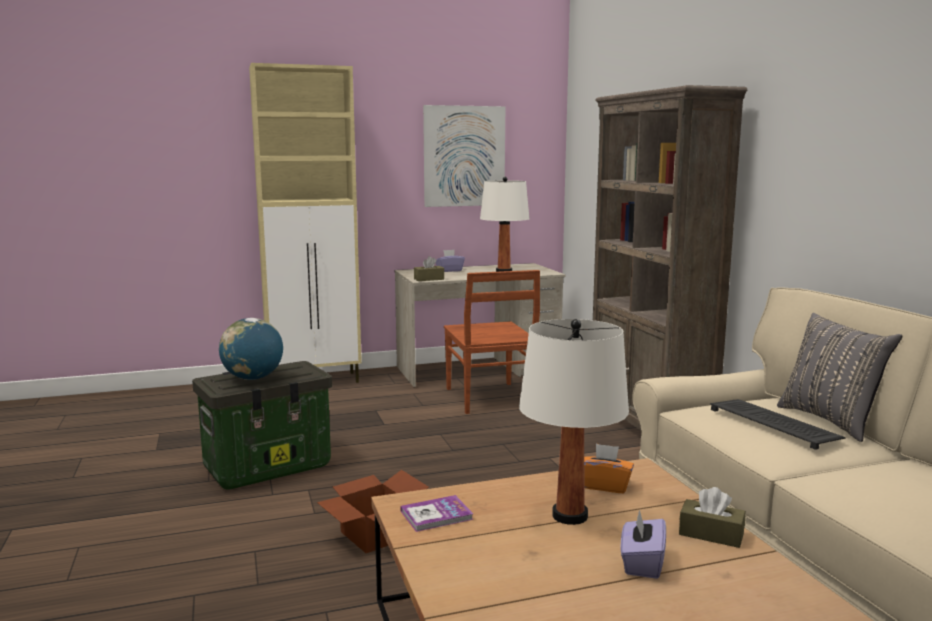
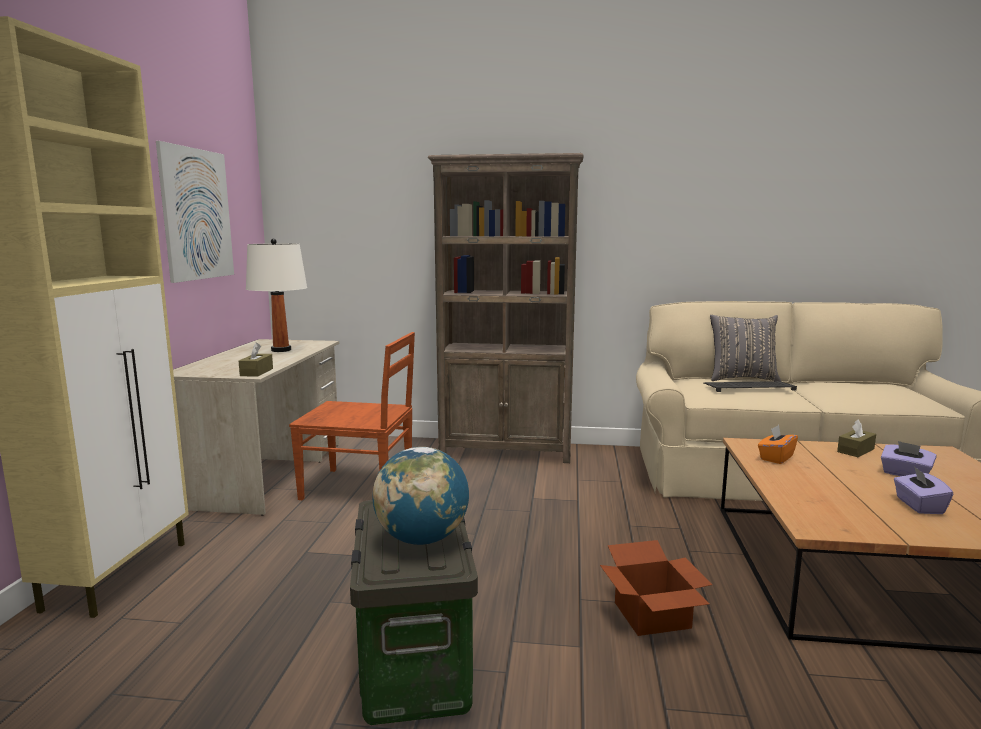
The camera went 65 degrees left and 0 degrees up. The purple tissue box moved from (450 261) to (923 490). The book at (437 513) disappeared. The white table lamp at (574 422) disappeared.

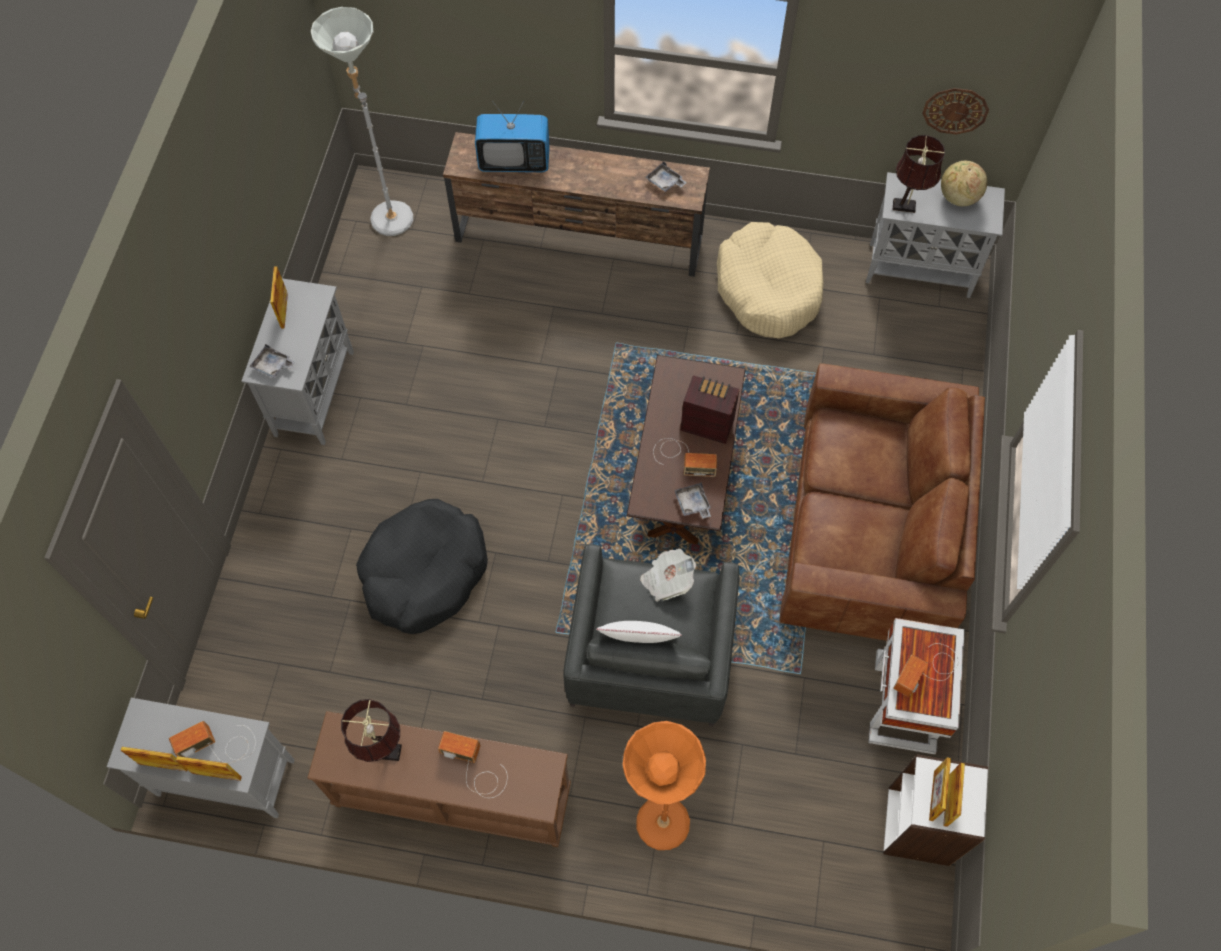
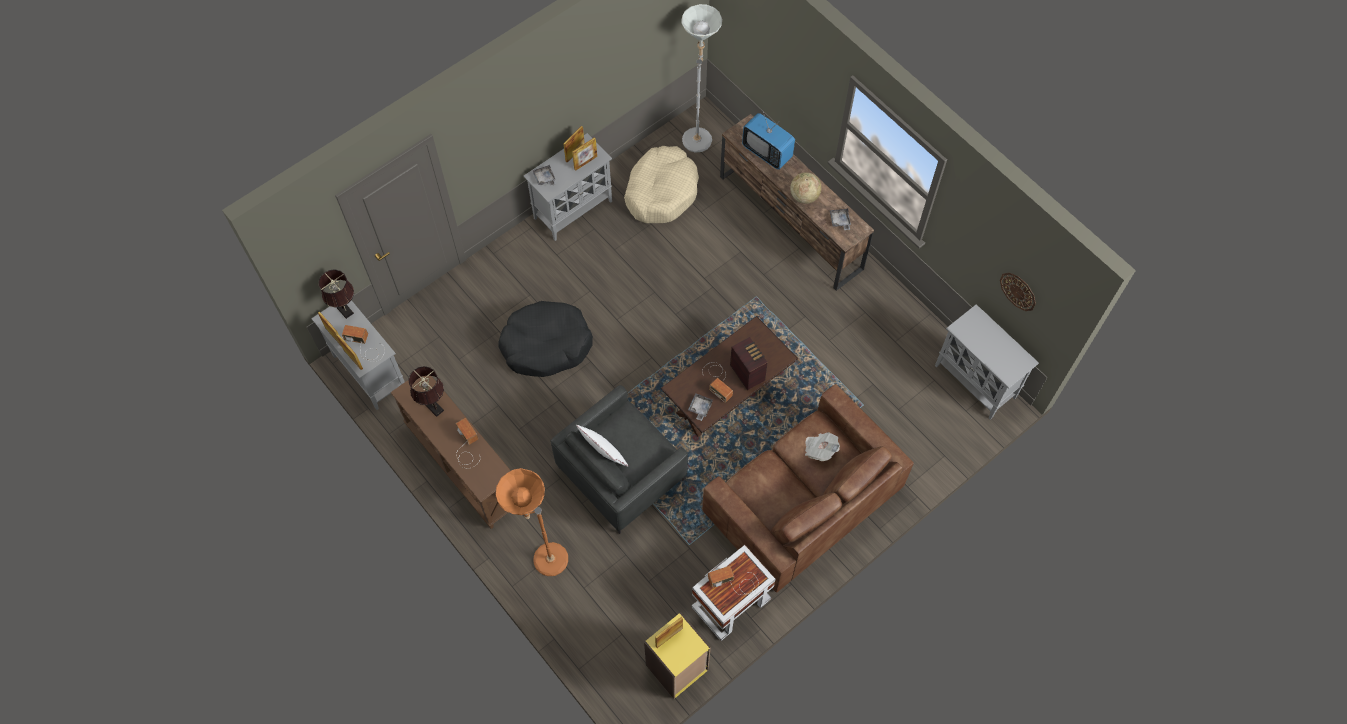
The camera went 40 degrees right and 0 degrees up. The brown table lamp moved from (919 174) to (336 294). The picture frame moved from (954 795) to (584 154). The beige dog bed moved from (770 280) to (661 184). The white bookcase at (935 810) became the yellow bookcase at (677 655). The globe moved from (964 183) to (805 188). The newspaper moved from (668 575) to (822 446).

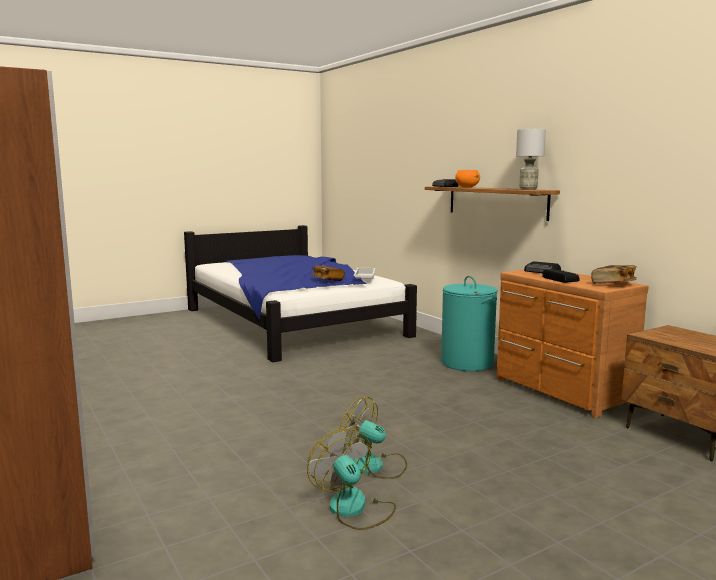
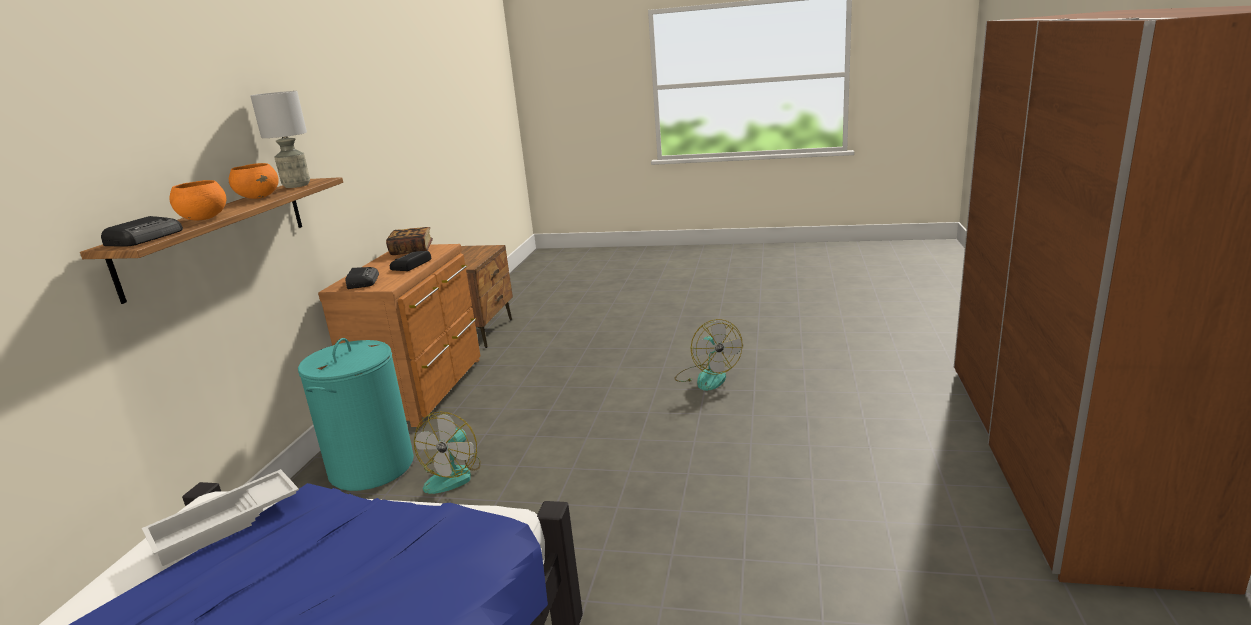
The camera went 135 degrees left and 10 degrees up. The orange bowl at (254 181) appeared. The fan moved from (351 479) to (447 453). The book at (328 273) disappeared.

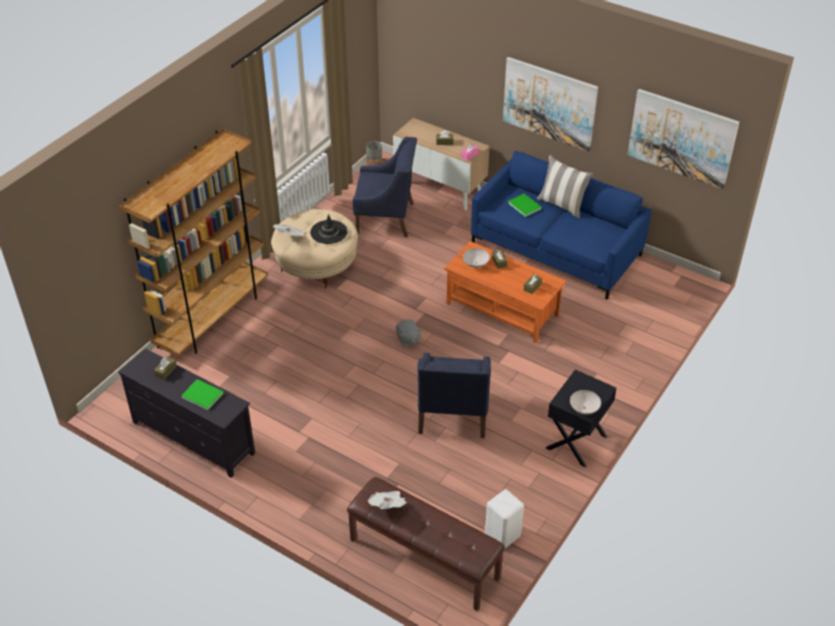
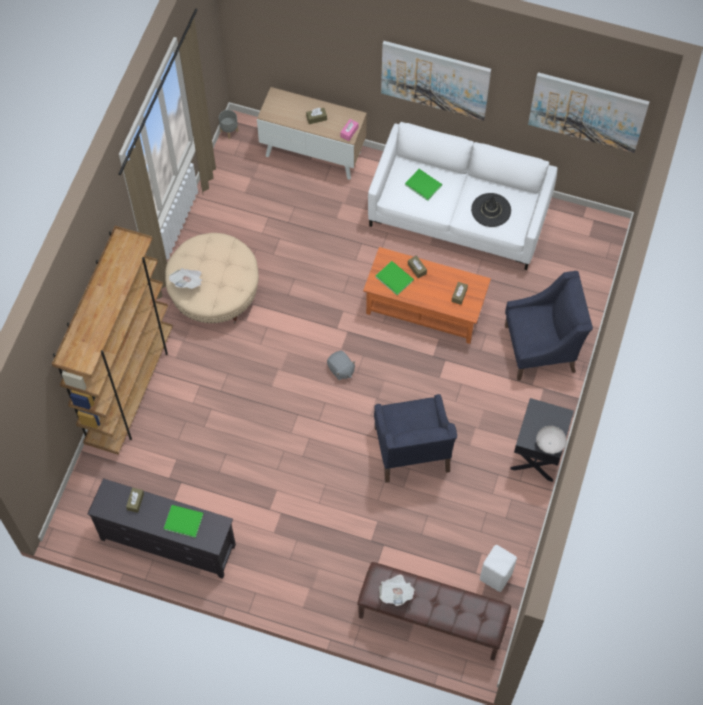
The camera went 15 degrees left and 20 degrees up. The blue sofa at (561 225) became the white sofa at (462 196). The white bowl at (476 258) was replaced by the green book at (395 278). The black hat moved from (329 229) to (491 210). The blue armchair moved from (384 187) to (549 326). The pillow at (565 187) disappeared.

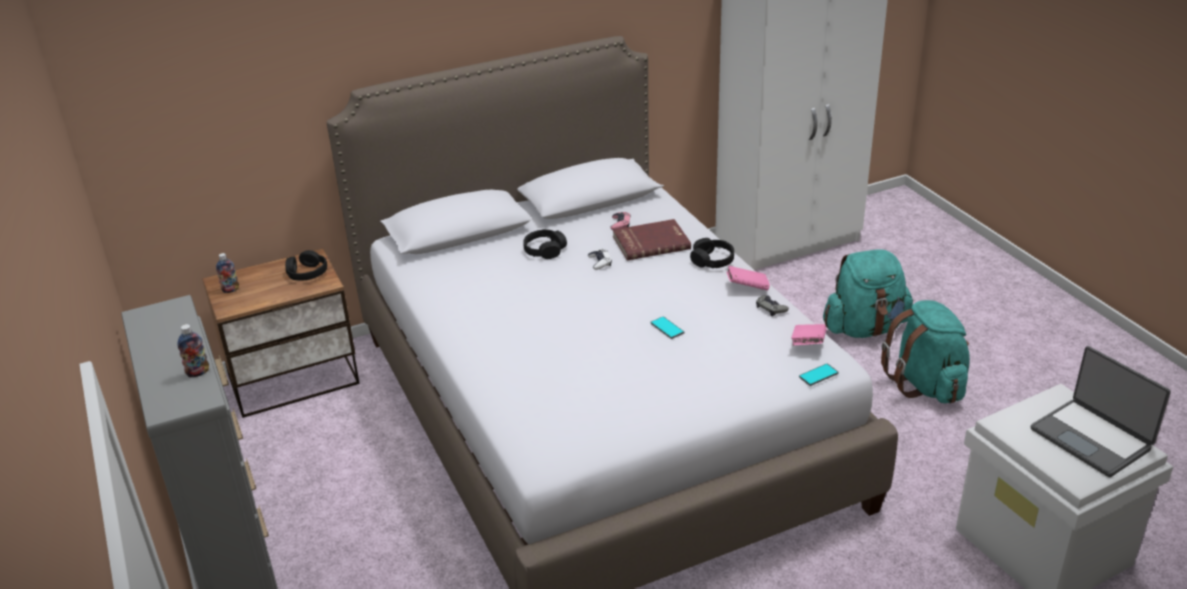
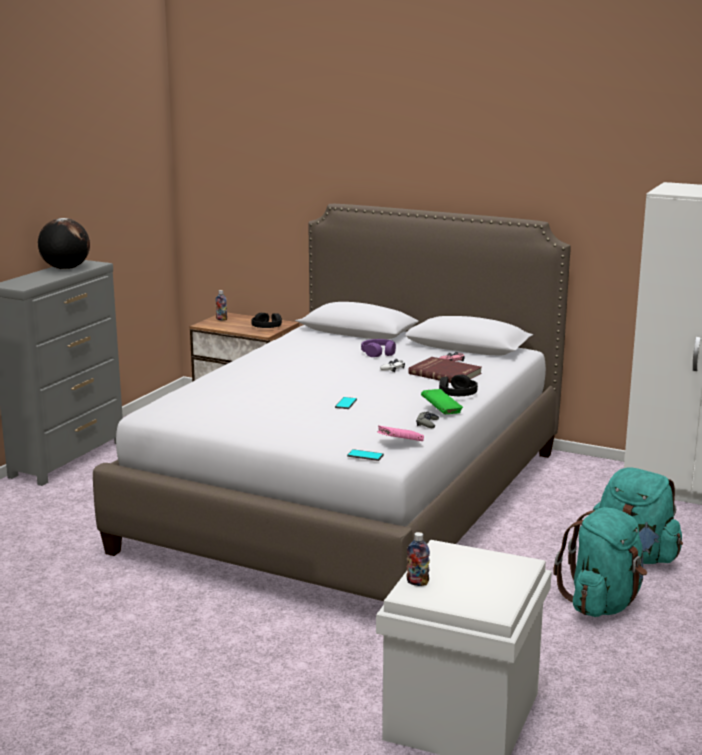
The camera went 50 degrees right and 15 degrees down. The globe at (64 244) appeared. The black headphones at (545 244) became the purple headphones at (378 348). The bottle moved from (193 351) to (418 559). The pink book at (748 278) became the green book at (442 401). The laptop at (1101 411) disappeared.

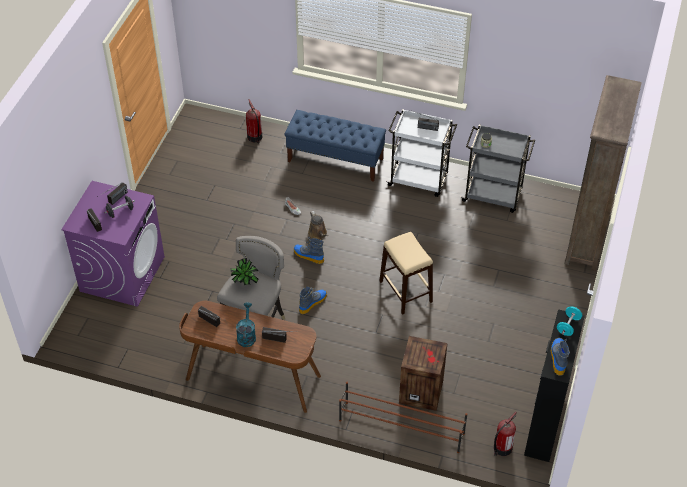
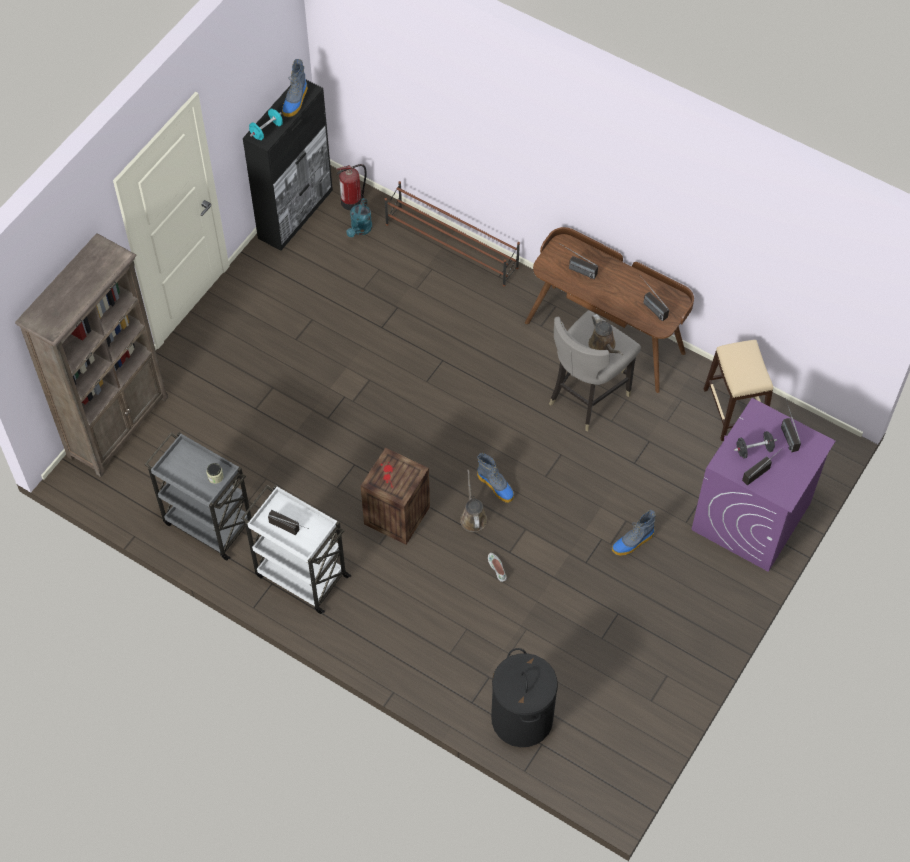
The camera went 165 degrees left and 10 degrees up. The turquoise watering can moved from (246 325) to (359 217). The crate moved from (423 373) to (395 496). The fire extinguisher at (254 121) was replaced by the black laundry basket at (524 697). The potted plant at (244 272) was replaced by the brown watering can at (606 334). The boot moved from (313 300) to (634 533). The beige stool moved from (406 273) to (739 390). The blue bench at (335 146) disappeared.

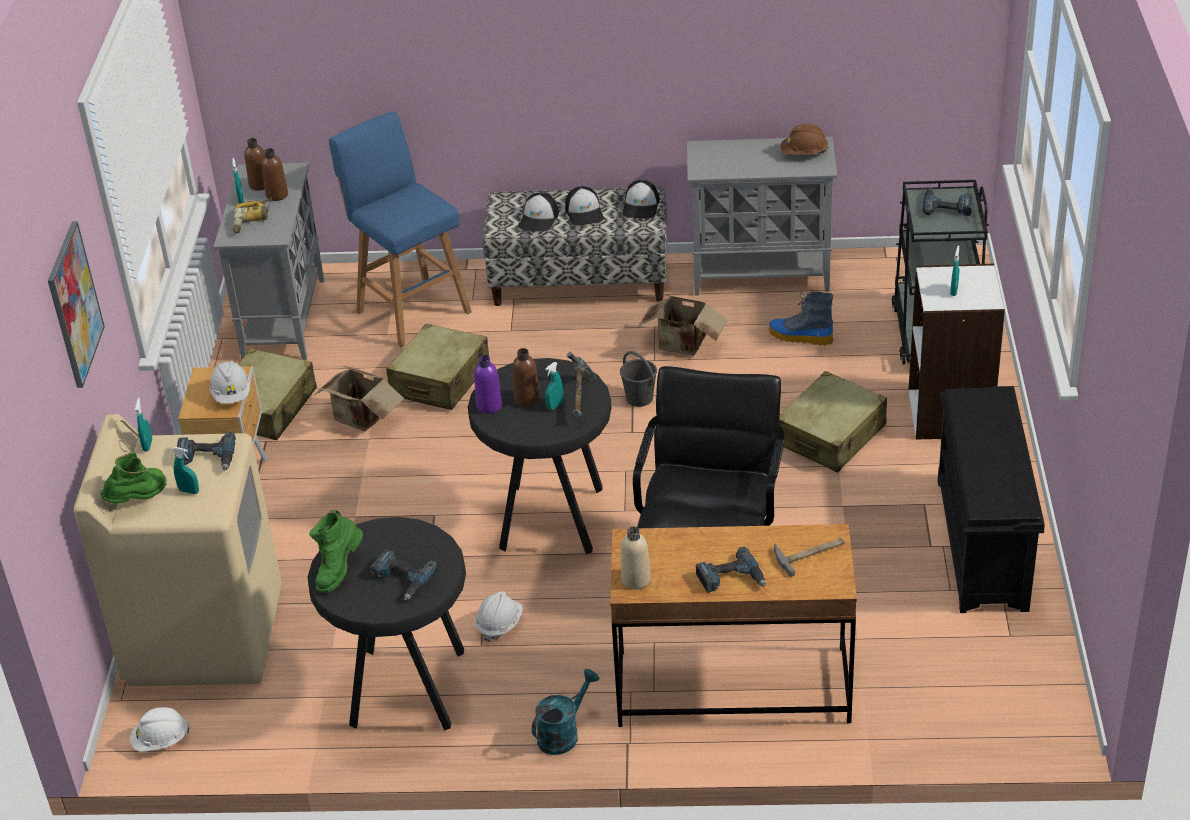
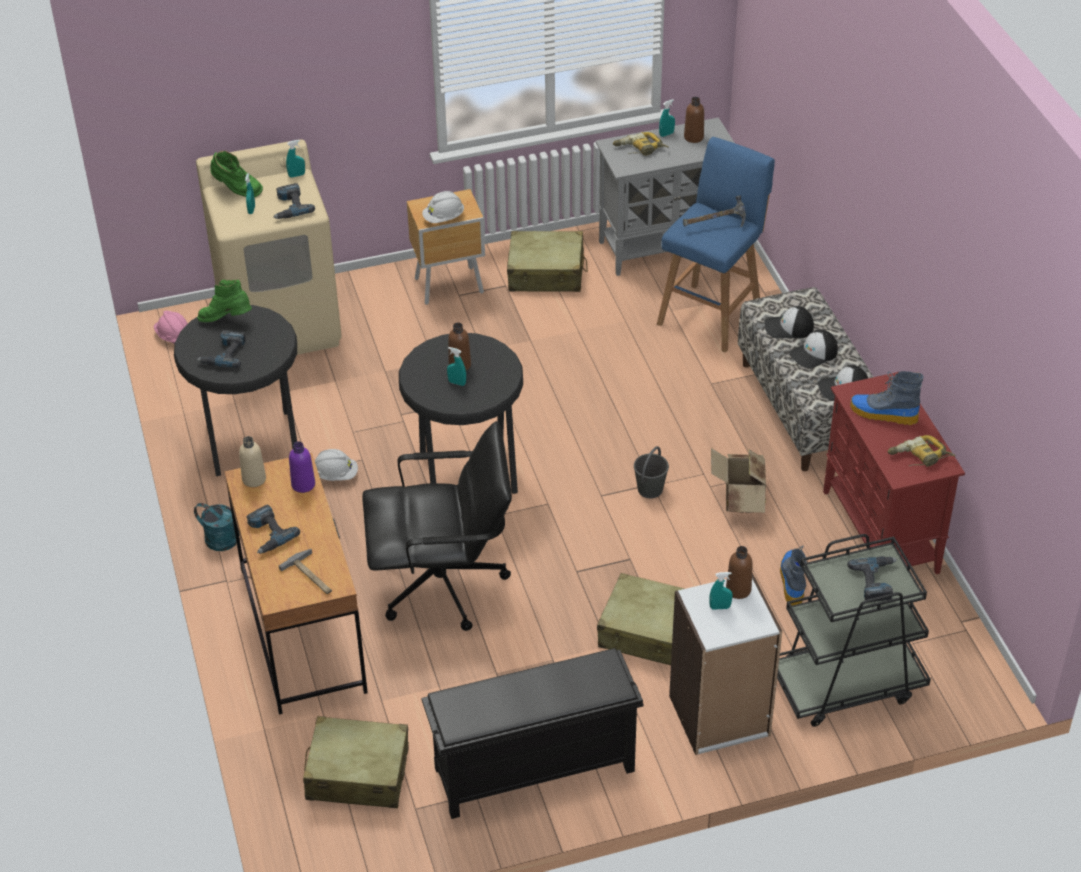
The camera went 70 degrees right and 5 degrees up. The white hard hat at (160 729) became the pink hard hat at (171 327). The purple bottle moved from (488 384) to (302 467). The beige suitcase moved from (437 367) to (356 762). The hammer moved from (582 385) to (714 211). The brown bottle moved from (275 174) to (739 572). The grey cabinet at (762 216) became the red cabinet at (894 473). The boot at (886 398) appeared. The brown hard hat at (804 139) was replaced by the power drill at (921 451). The picture at (76 304) disappeared. The cardboard box at (359 398) disappeared.

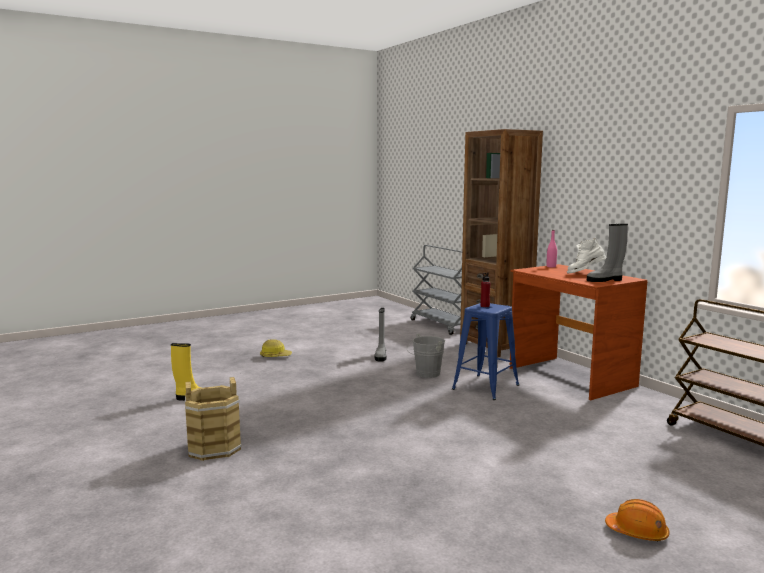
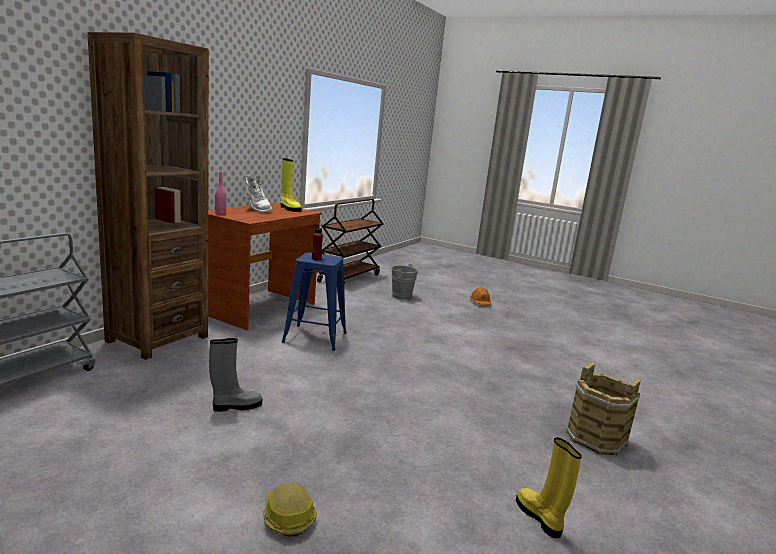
The camera went 120 degrees left and 5 degrees up. The grey boot at (607 253) became the yellow boot at (291 185). The grey bucket moved from (426 355) to (406 282).

